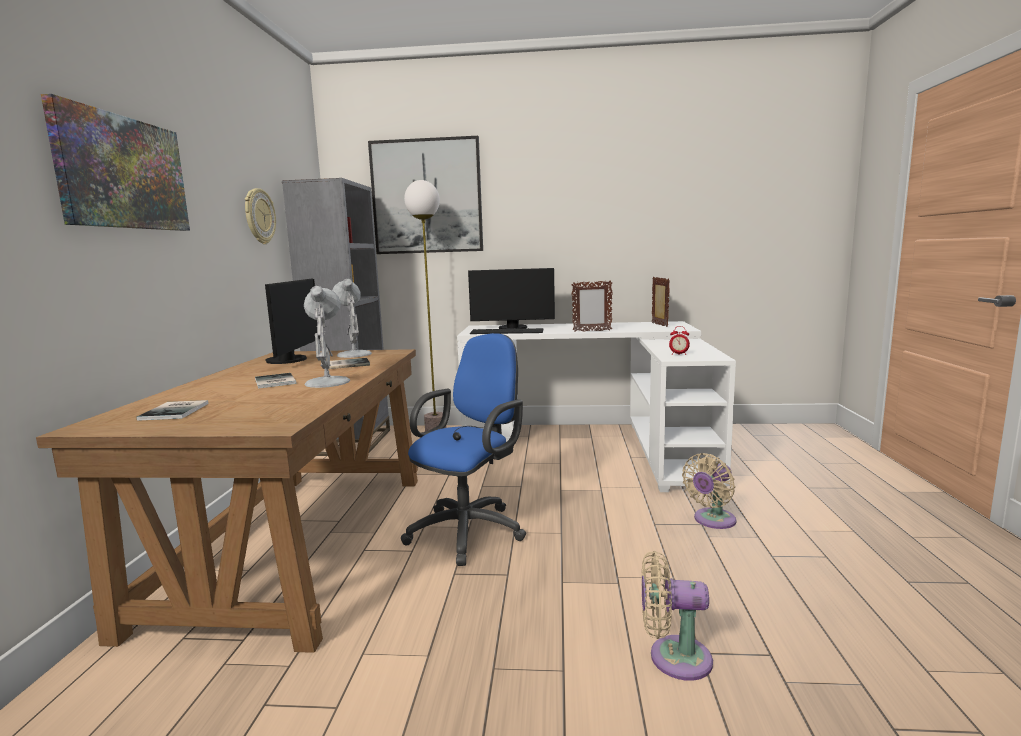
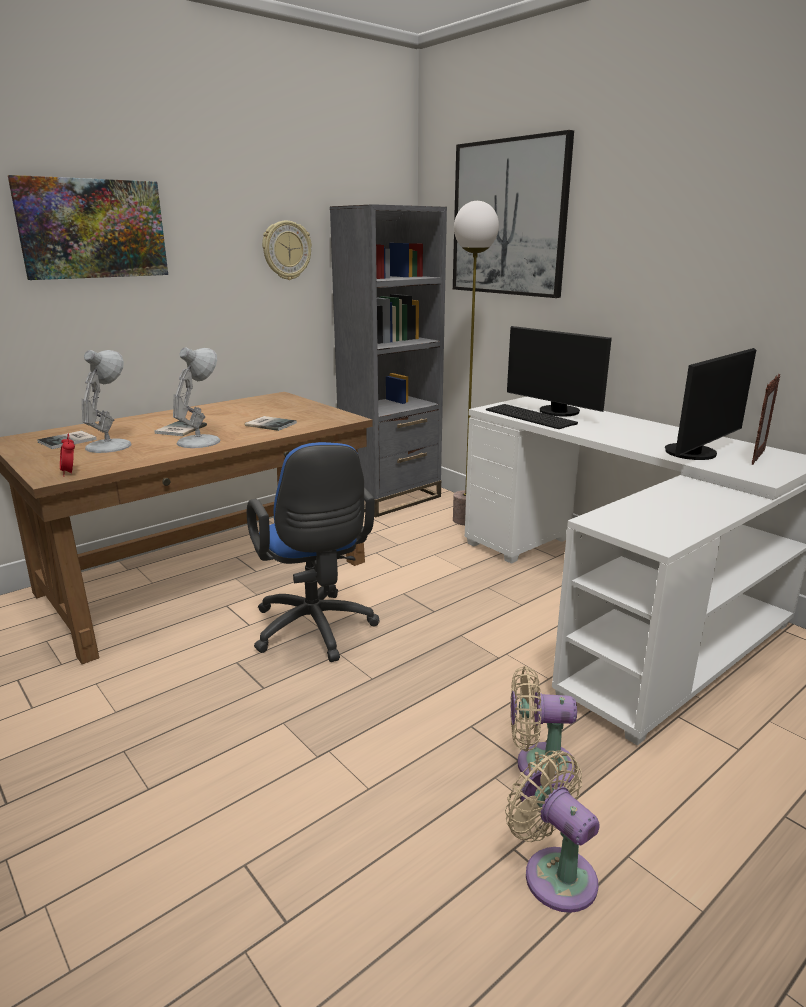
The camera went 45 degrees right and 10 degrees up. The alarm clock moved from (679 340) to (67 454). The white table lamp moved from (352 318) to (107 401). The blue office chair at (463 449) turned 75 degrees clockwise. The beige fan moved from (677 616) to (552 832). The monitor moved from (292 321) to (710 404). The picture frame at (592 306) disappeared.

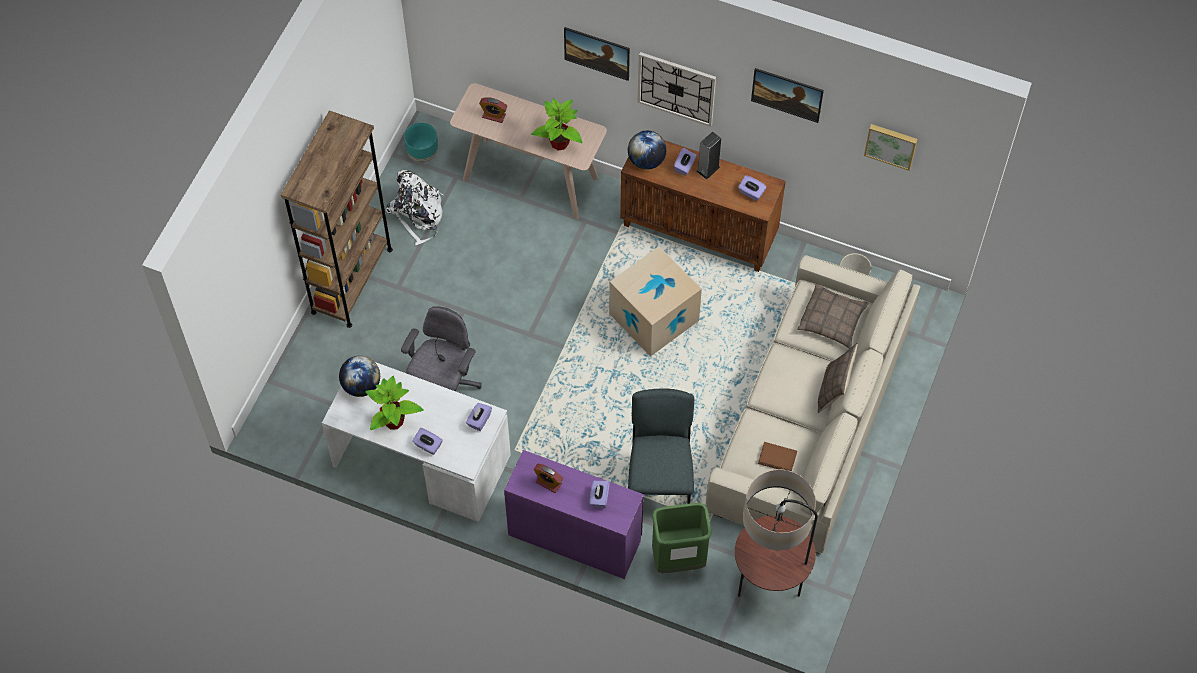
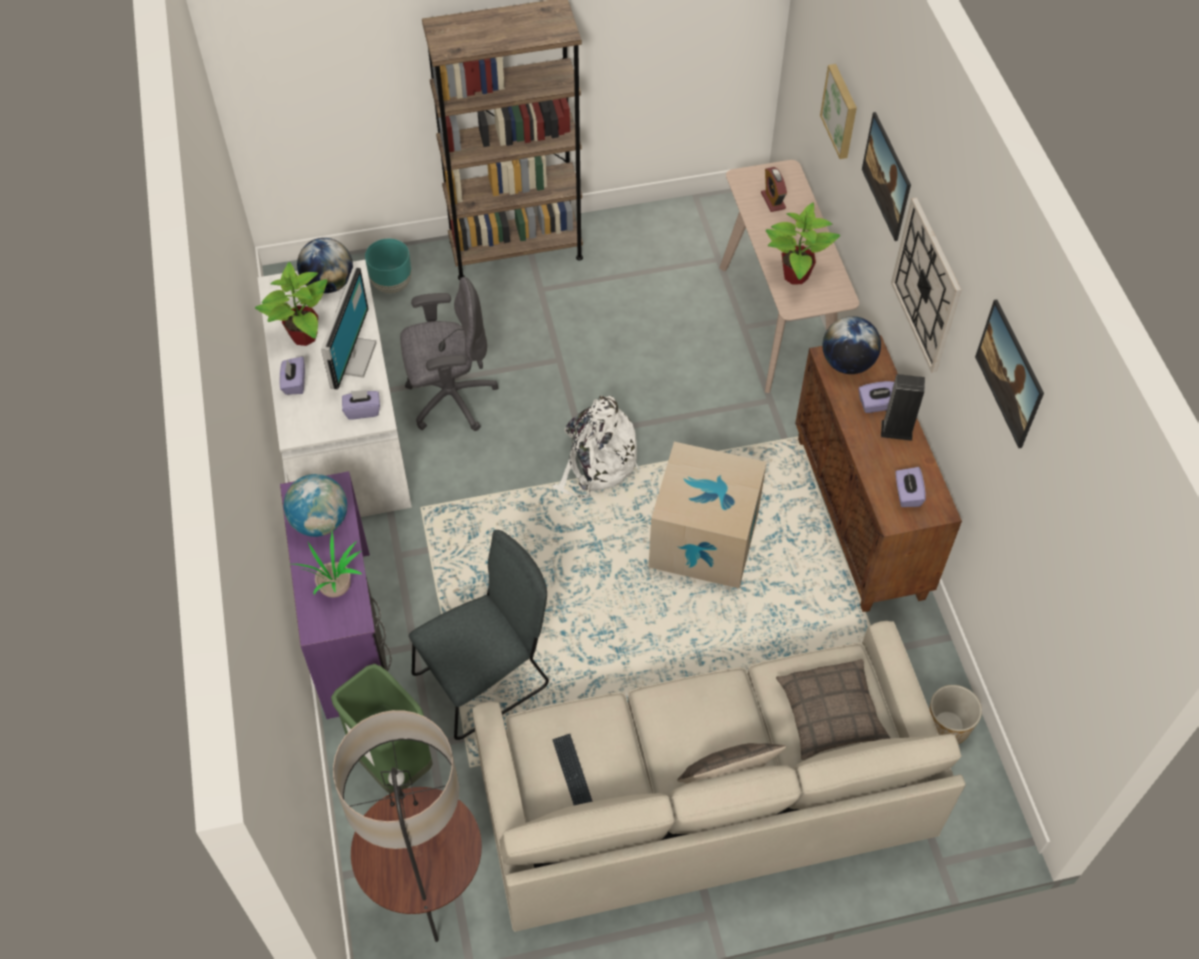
The camera went 55 degrees right and 5 degrees down. The alarm clock at (548 478) was replaced by the globe at (315 505). The purple tissue box at (600 494) was replaced by the potted plant at (327 564). The monitor at (348 328) appeared. The turquoise planter moved from (421 143) to (388 266). The brown book at (777 456) was replaced by the keyboard at (572 769). The white backpack moved from (414 208) to (596 447). The picture moved from (891 147) to (838 111).

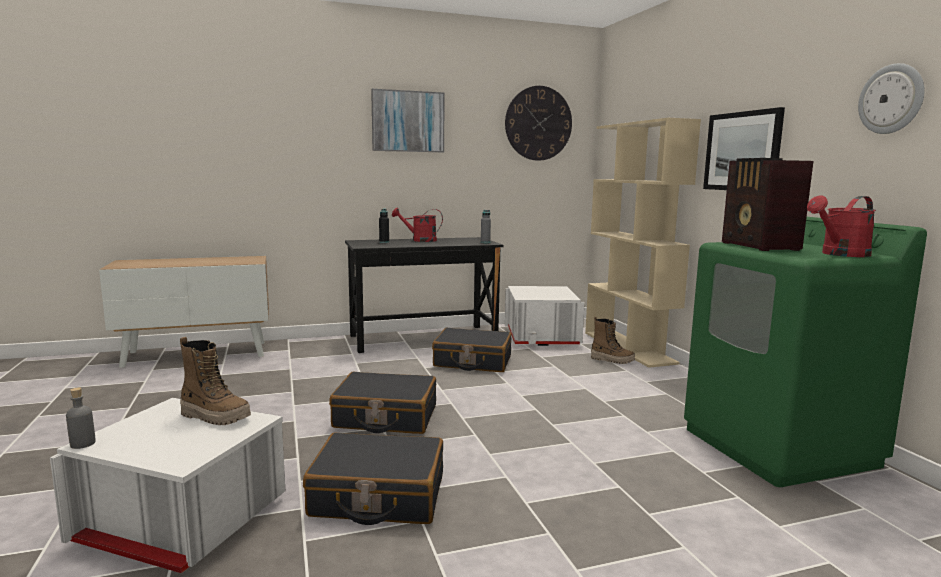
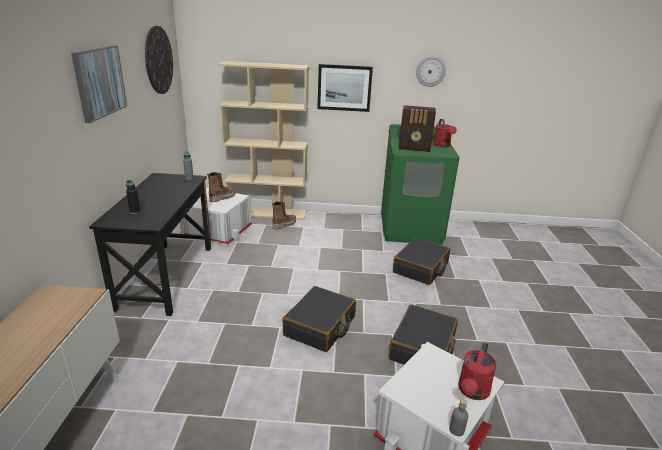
The camera went 70 degrees left and 15 degrees up. The boot moved from (215 381) to (221 187). The black suitcase moved from (472 350) to (421 261). The red watering can moved from (417 225) to (477 371).

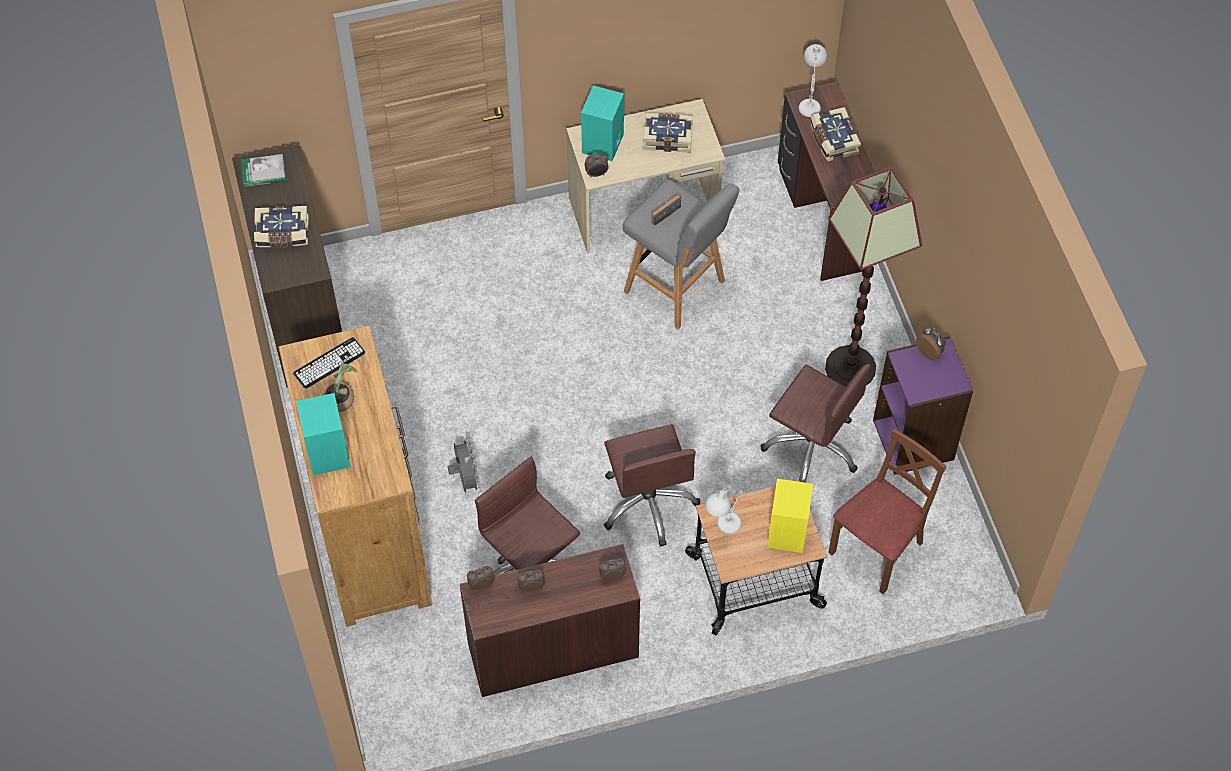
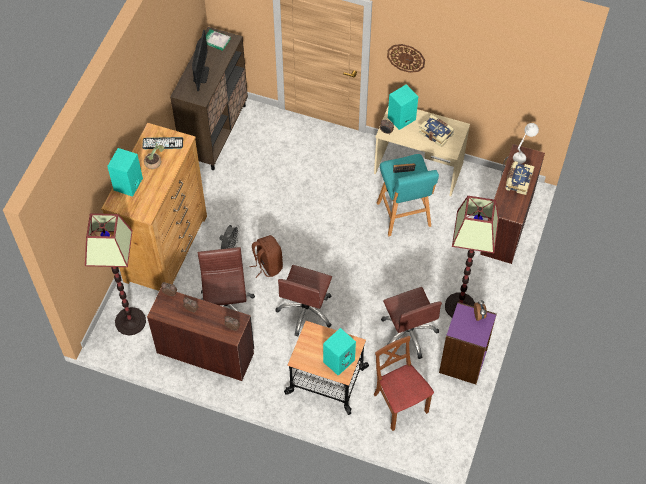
The camera went 35 degrees right and 0 degrees up. The floor lamp at (115 274) appeared. The book at (281 227) was replaced by the monitor at (200 60). The brown backpack at (266 256) appeared. The yellow speaker at (790 516) became the turquoise speaker at (339 352). The brown chair at (887 511) turned 105 degrees counterclockwise. The grey stool at (681 254) became the turquoise stool at (408 195). The wall clock at (406 58) appeared. The white table lamp at (723 509) disappeared.

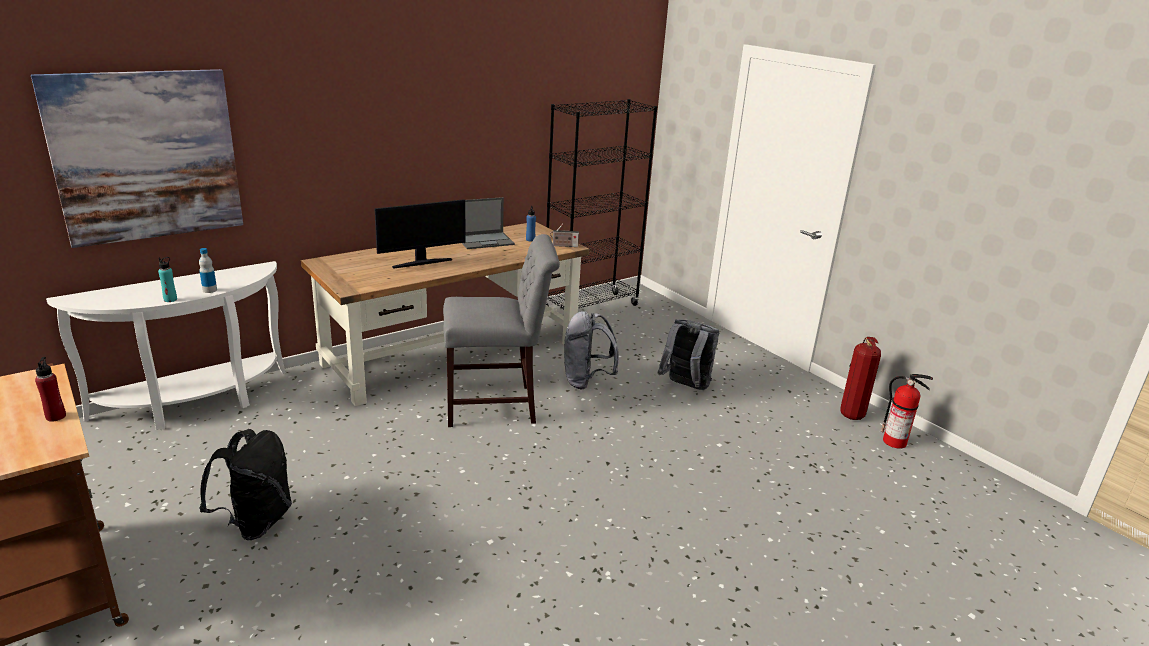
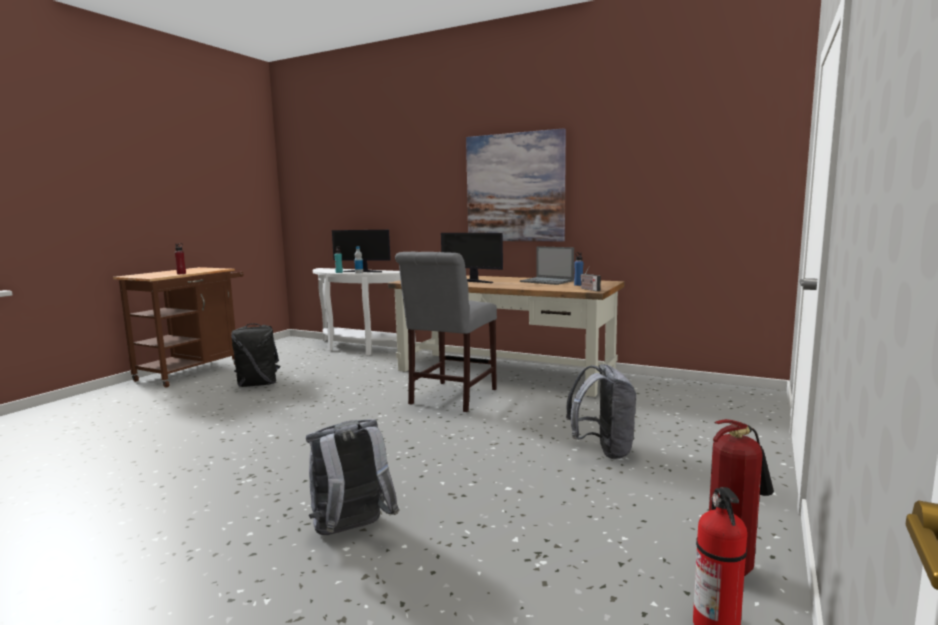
The camera went 65 degrees right and 15 degrees down. The grey backpack moved from (591 350) to (352 477). The monitor at (361 251) appeared. The grey chair at (501 330) turned 60 degrees clockwise. The picture moved from (137 158) to (516 184). The black bookcase at (601 207) disappeared.

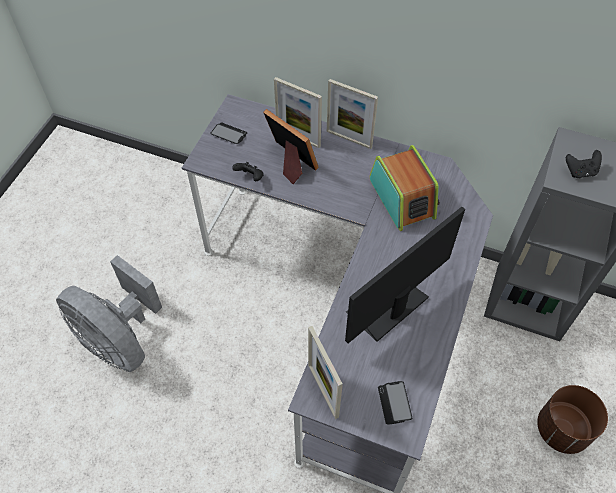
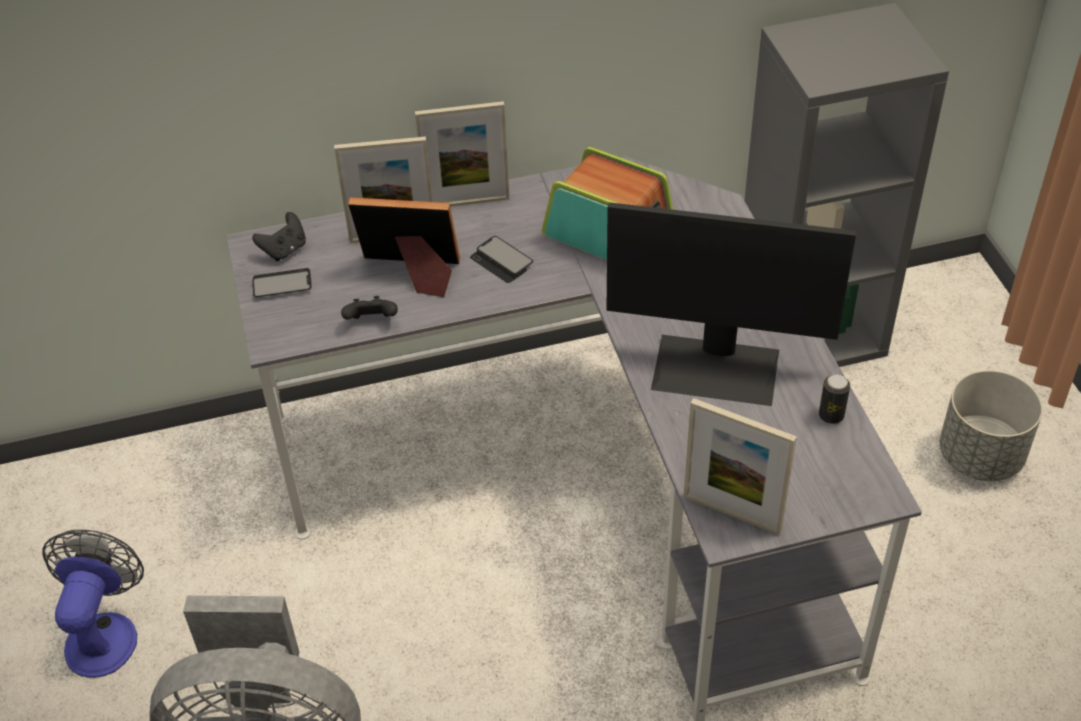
The camera went 35 degrees left and 10 degrees down. The fan at (93 604) appeared. The black game controller moved from (584 164) to (279 236). The phone moved from (395 402) to (501 259). The monitor at (405 275) turned 90 degrees counterclockwise. The can at (834 399) appeared. The brown planter at (572 419) became the grey planter at (991 425).

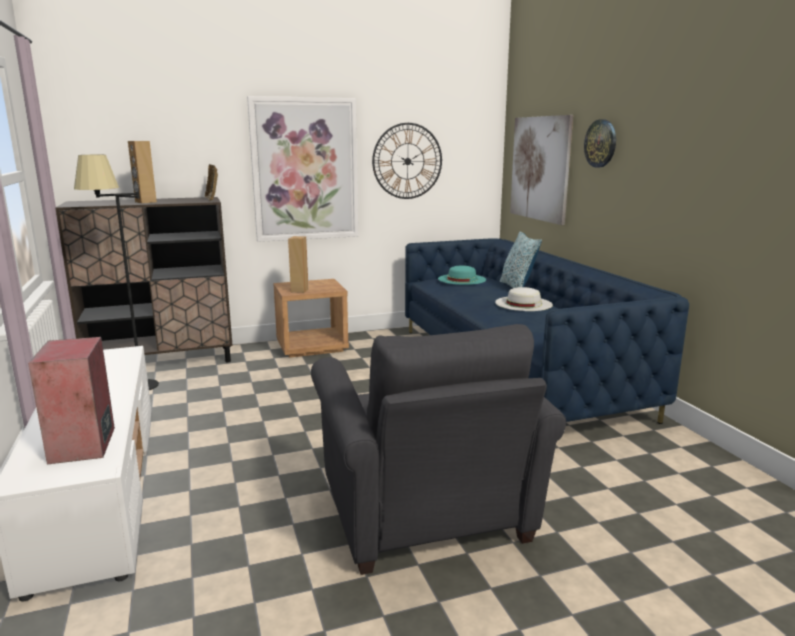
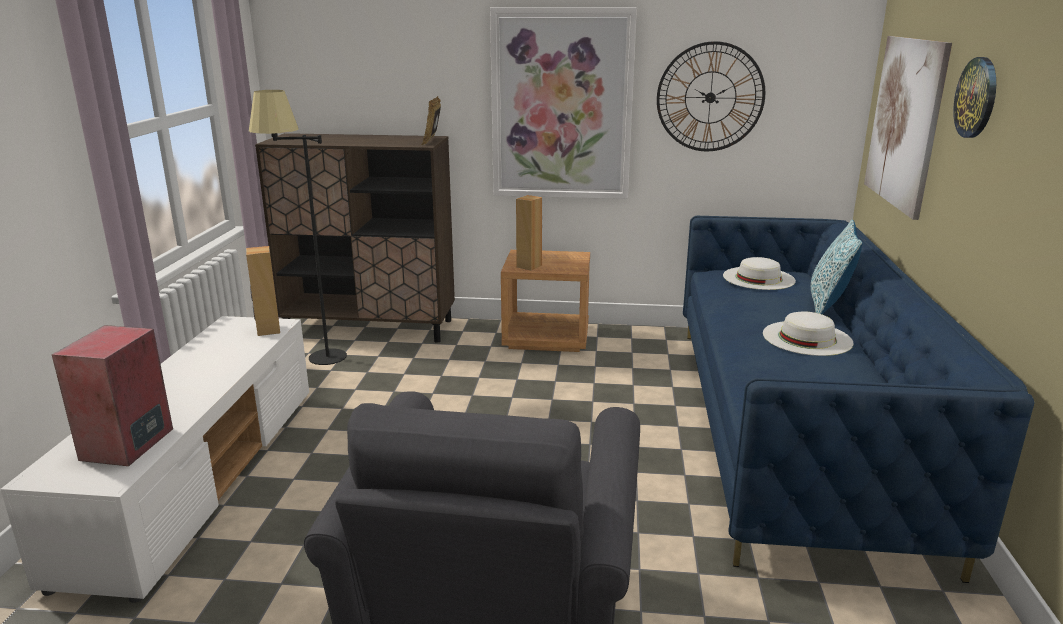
The camera went 25 degrees right and 5 degrees up. The brown speaker moved from (142 172) to (263 291). The turquoise hat at (462 275) became the white hat at (759 273).

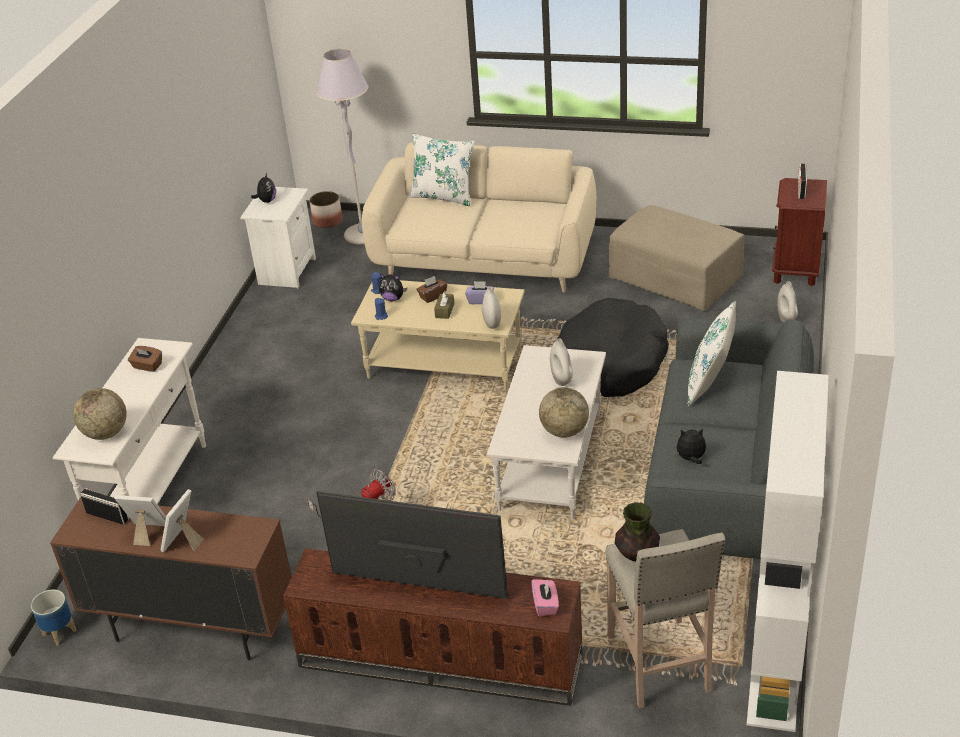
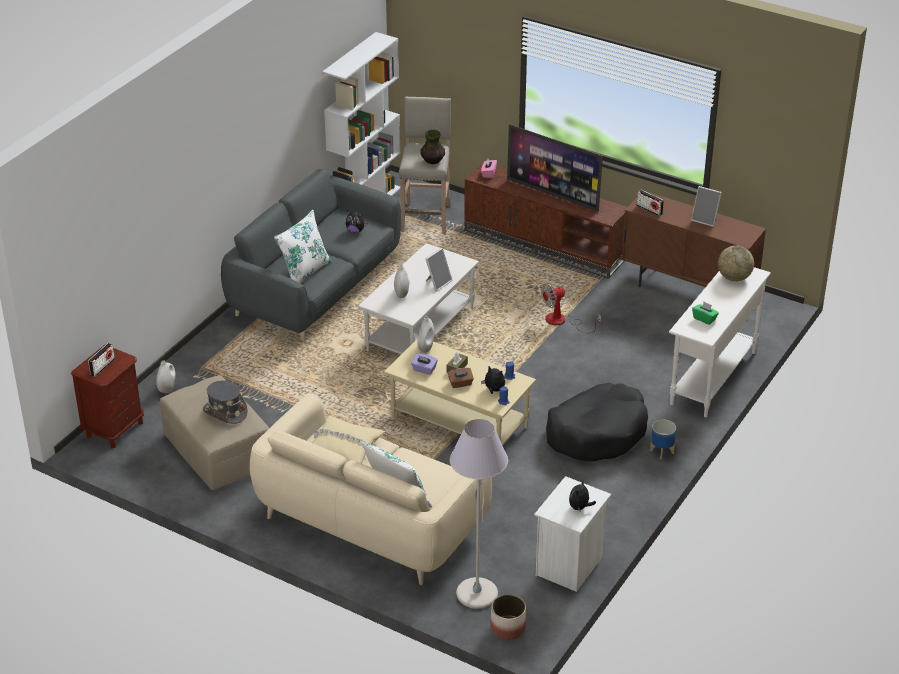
The camera went 165 degrees left and 0 degrees up. The grey hat at (225 402) appeared. The beige pillow at (348 440) appeared. The picture frame moved from (182 520) to (438 269). The black dog bed moved from (613 347) to (597 422). The radio moved from (104 506) to (650 203). The planter moved from (53 618) to (663 439). The brown tissue box at (145 359) became the green tissue box at (705 313). The globe at (564 412) disappeared.

